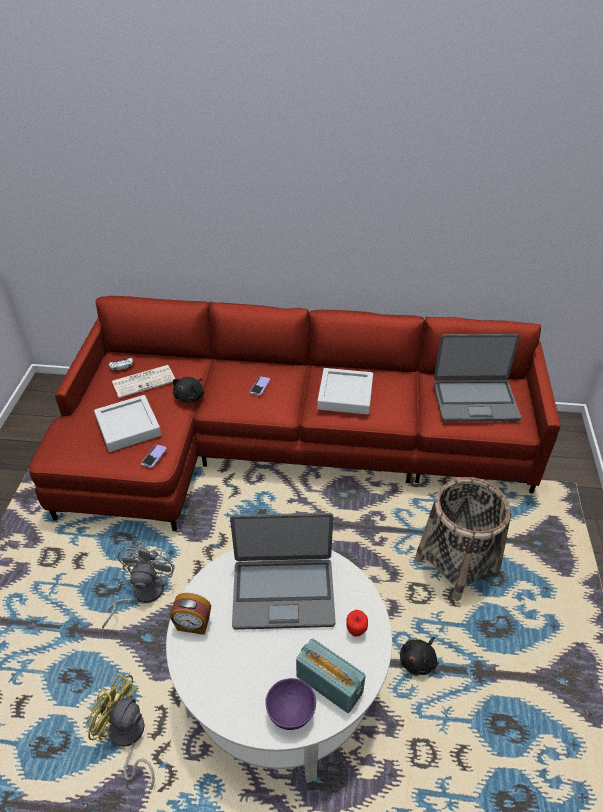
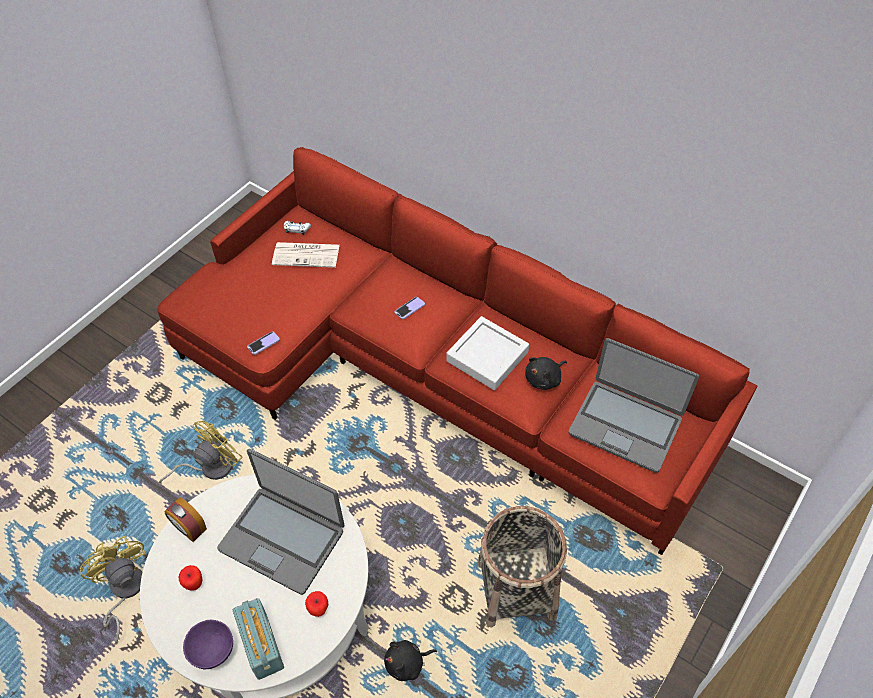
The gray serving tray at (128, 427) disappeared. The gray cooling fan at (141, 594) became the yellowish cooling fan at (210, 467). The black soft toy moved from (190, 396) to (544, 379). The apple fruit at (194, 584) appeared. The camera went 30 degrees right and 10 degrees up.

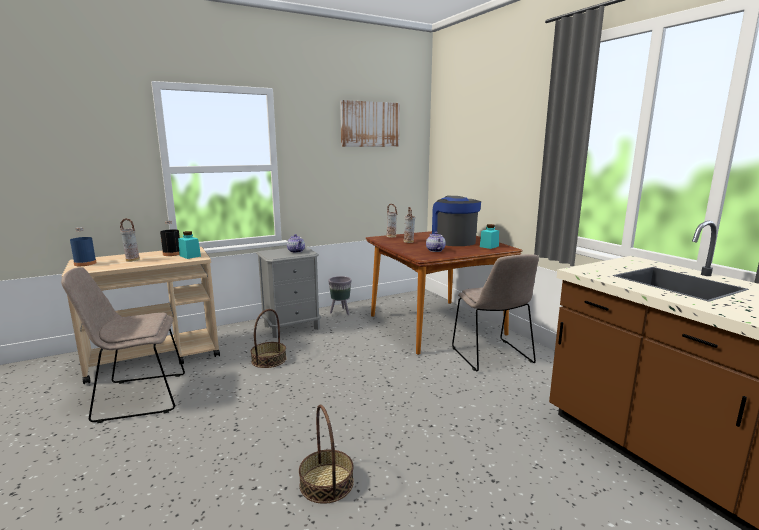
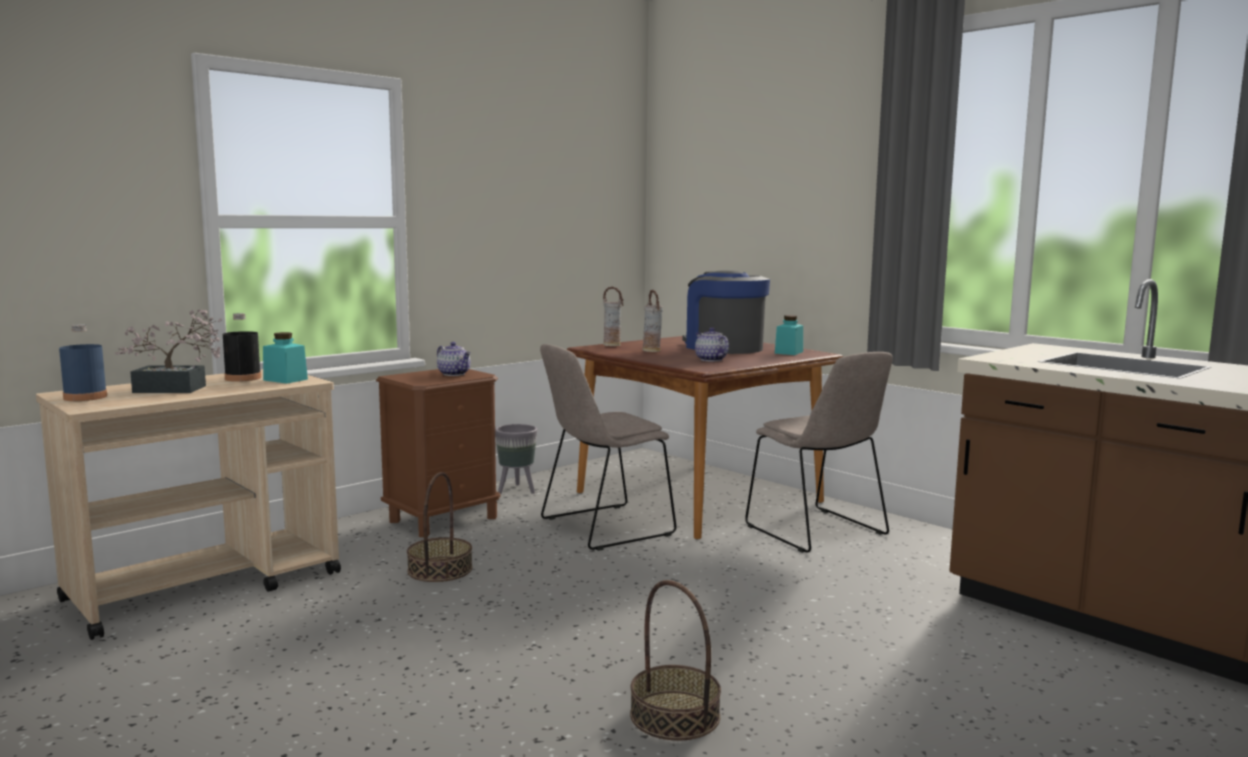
The beige-coloured upright chair moved from (137, 397) to (602, 528). The flower vase at (132, 260) was replaced by the plant in a pot at (177, 389). The gray bedside table at (292, 327) became the brown bedside table at (444, 519). The picture at (370, 124) disappeared. The camera went 15 degrees left and 5 degrees down.

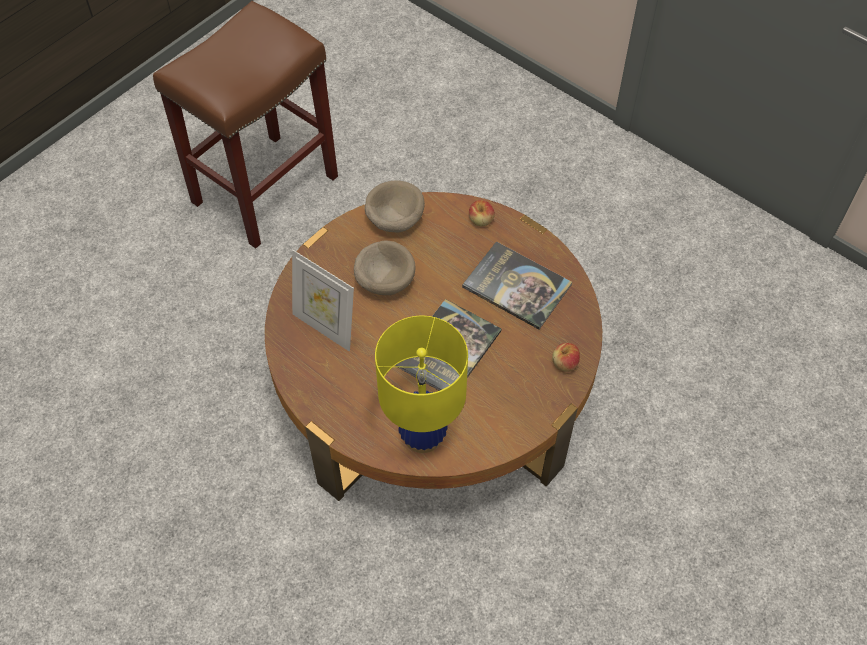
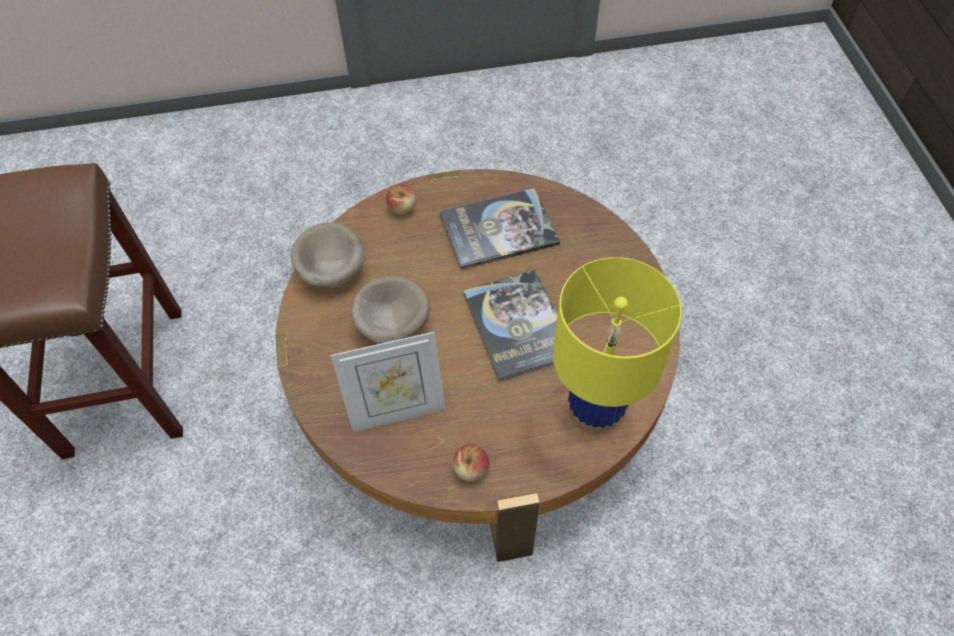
The apple fruit moved from (565, 363) to (471, 469). The camera went 50 degrees left and 0 degrees up.

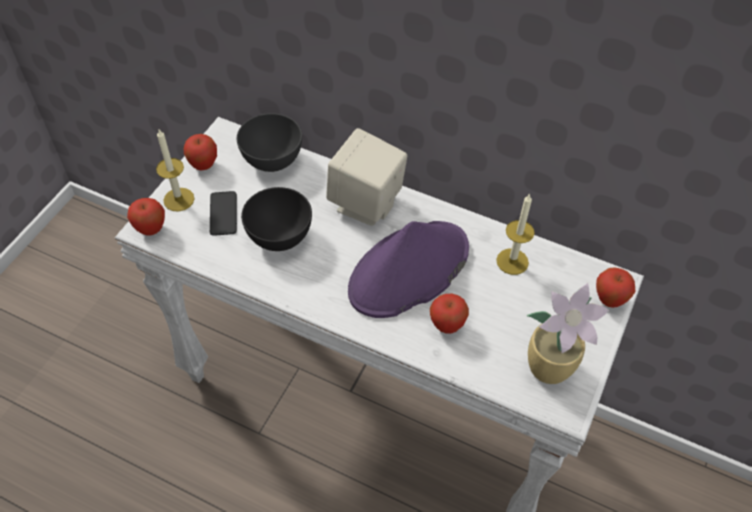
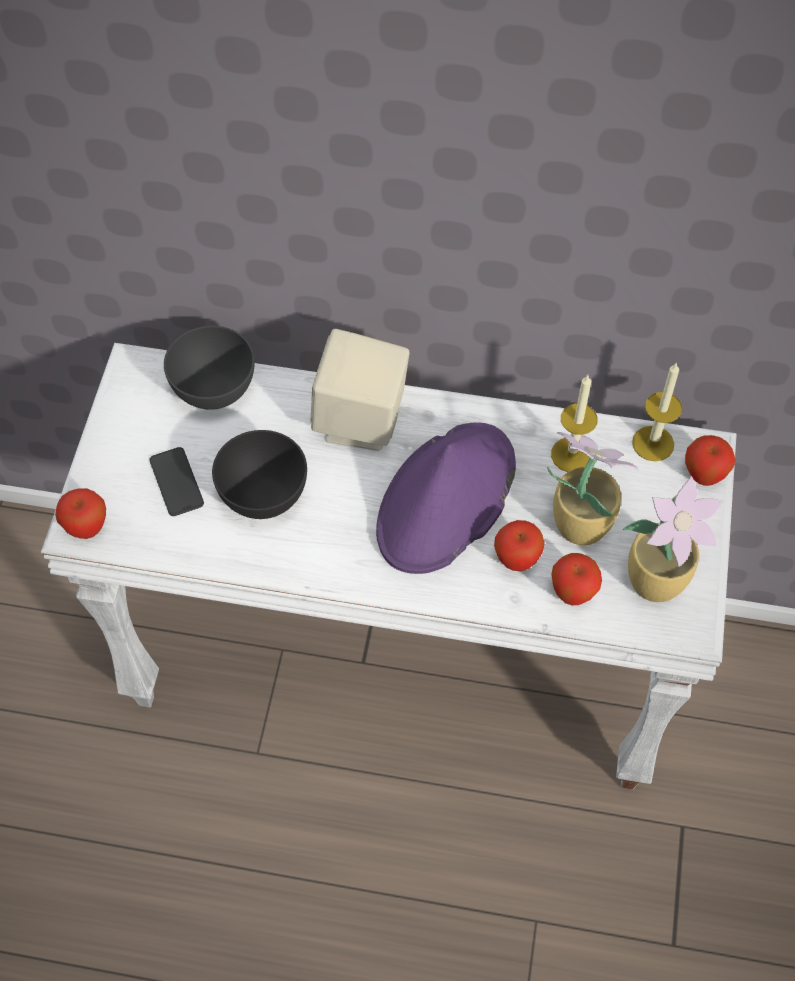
The wax light moved from (179, 199) to (653, 443). The apple fruit moved from (204, 165) to (572, 593). The plant in a pot at (579, 522) appeared. The camera went 15 degrees left and 5 degrees up.

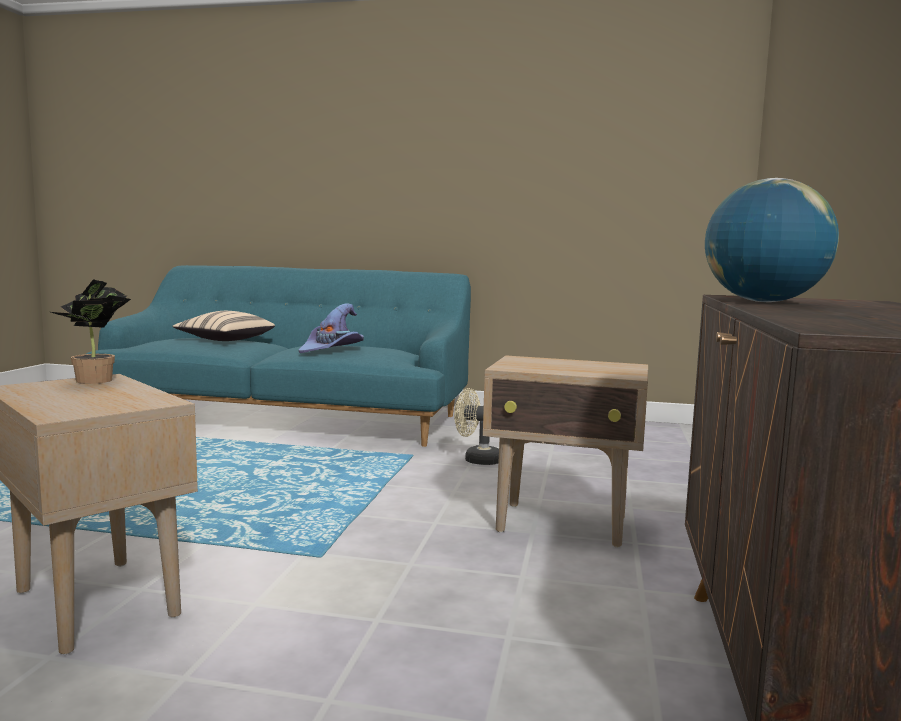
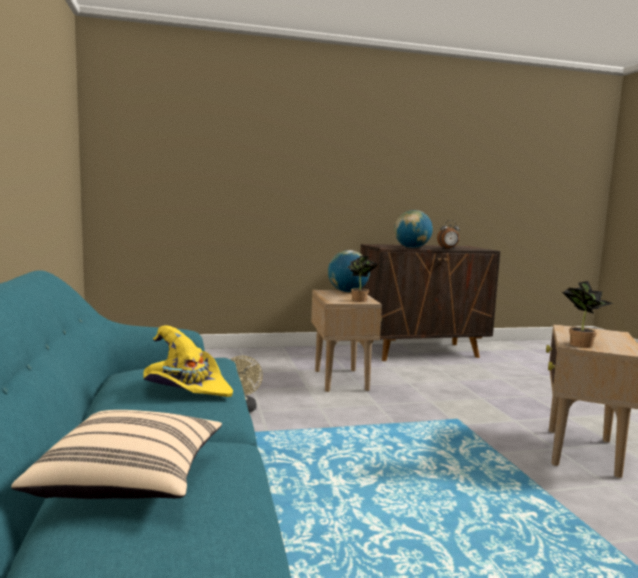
The purplish hat at (332, 349) became the yellowish hat at (187, 388). The world globe at (347, 292) appeared. The plant in a pot at (361, 301) appeared. The table clock at (448, 248) appeared. The camera went 115 degrees left and 0 degrees up.

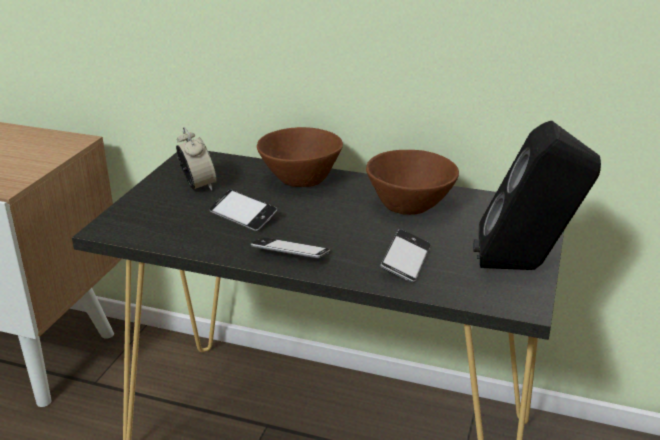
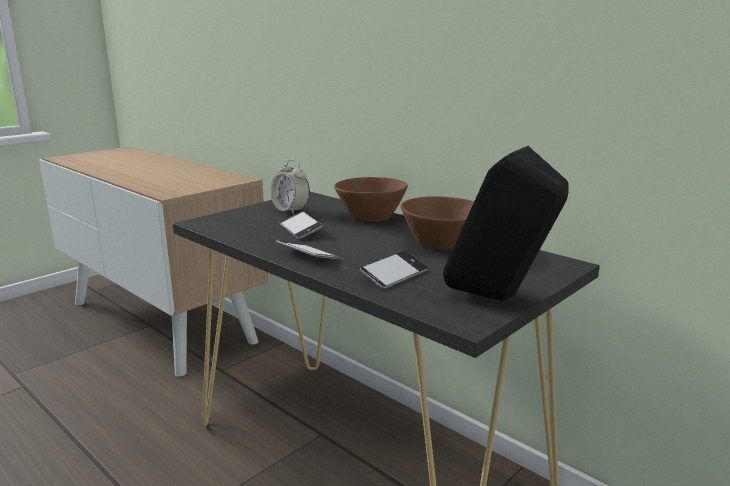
The table clock at (198, 186) turned 135 degrees clockwise. The camera went 25 degrees right and 10 degrees down.

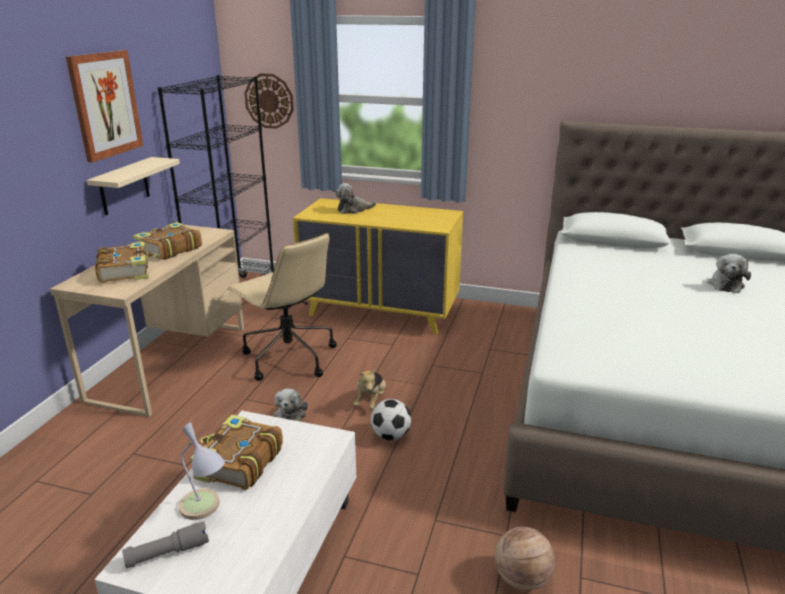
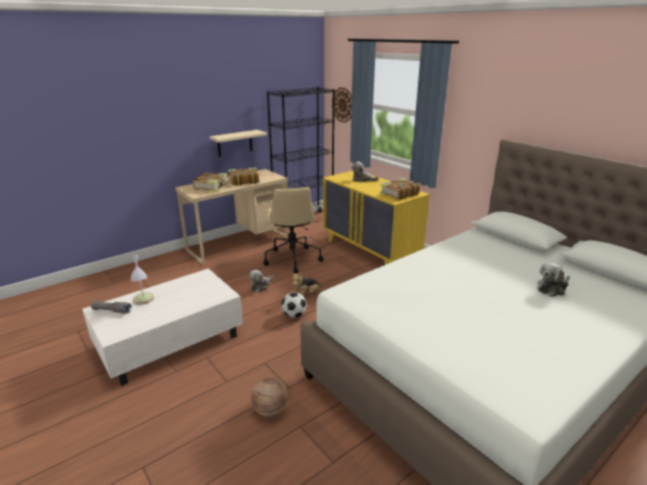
The picture at (105, 104) disappeared. The volume moved from (238, 463) to (398, 194). The camera went 35 degrees right and 0 degrees up.

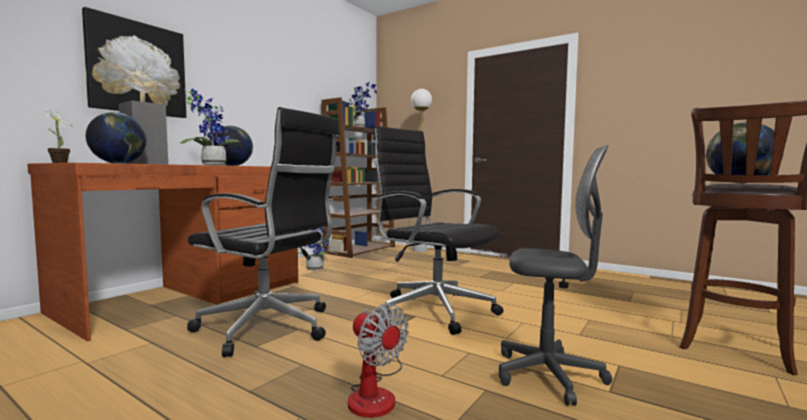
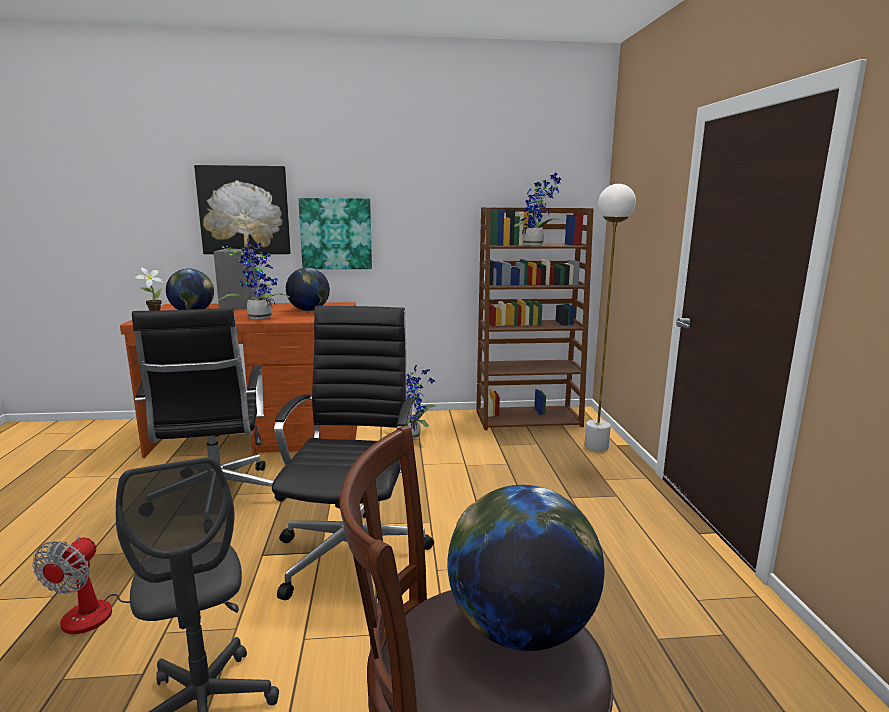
The picture at (336, 234) appeared. The camera went 50 degrees right and 10 degrees up.

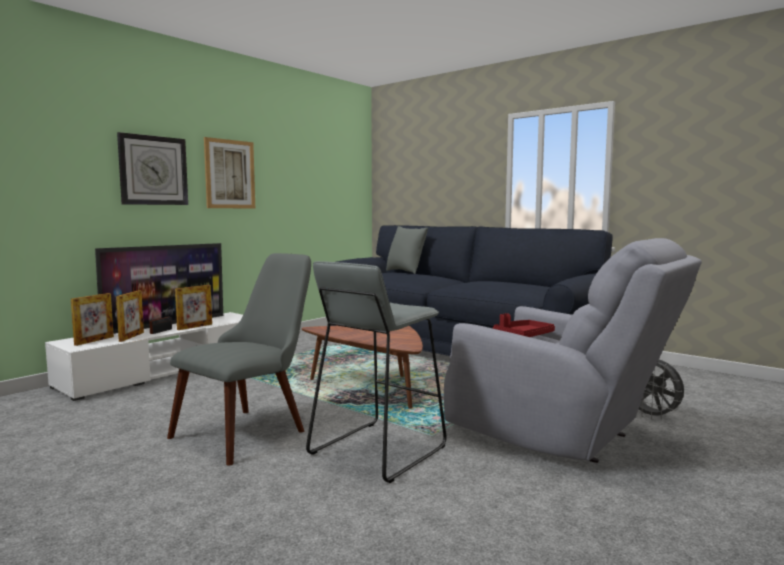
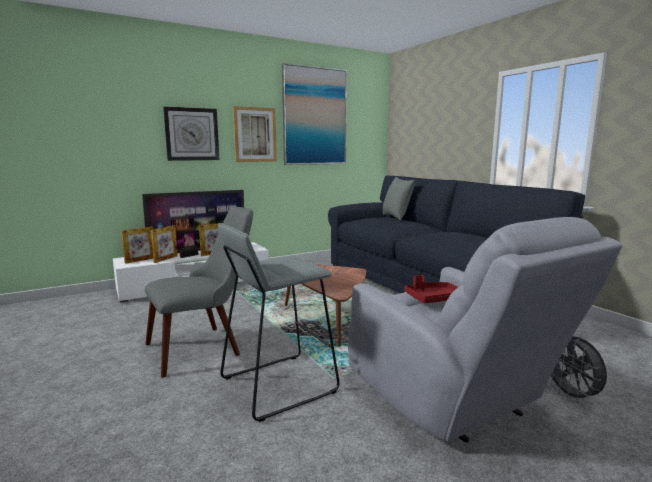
The picture at (315, 116) appeared. The camera went 20 degrees right and 5 degrees up.

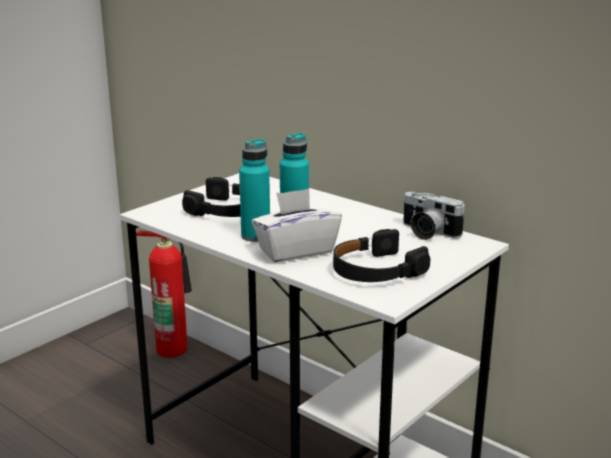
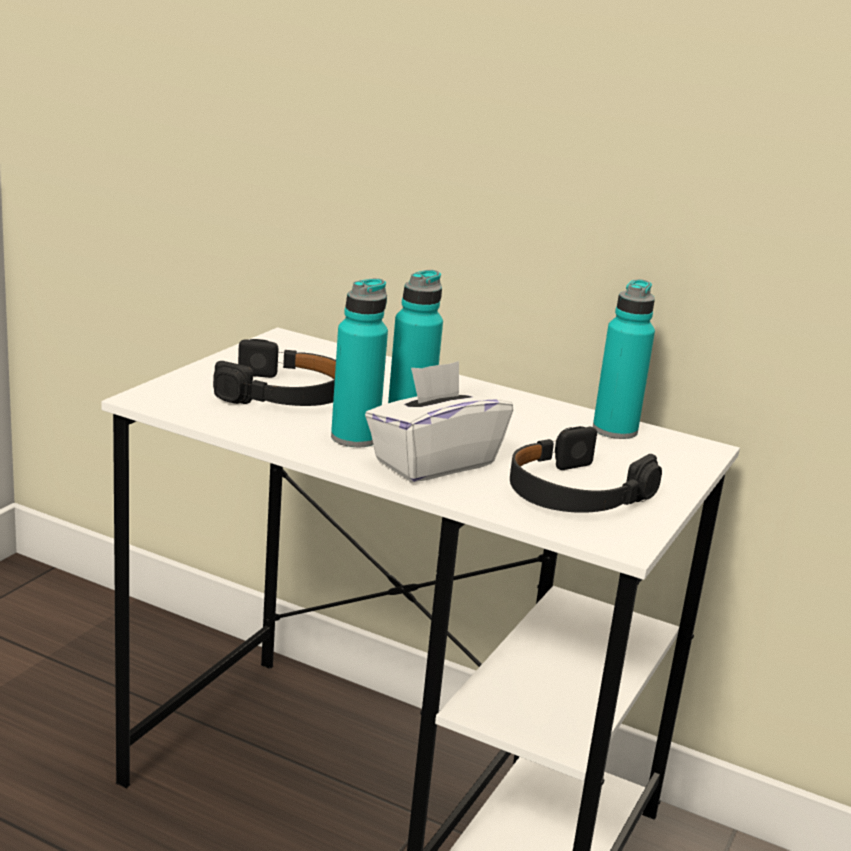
The fire extinguisher at (171, 347) disappeared. The photo camera at (427, 232) was replaced by the turquoise drink bottle at (615, 430). The camera went 15 degrees left and 0 degrees up.

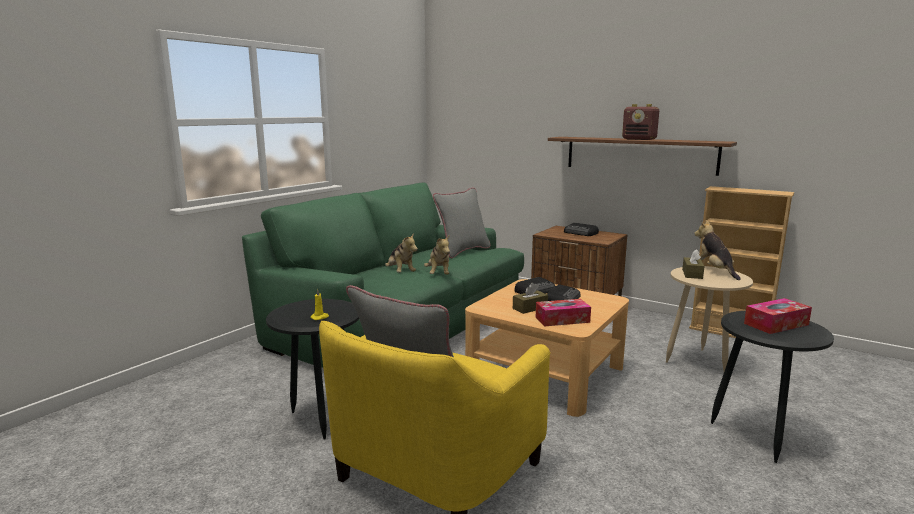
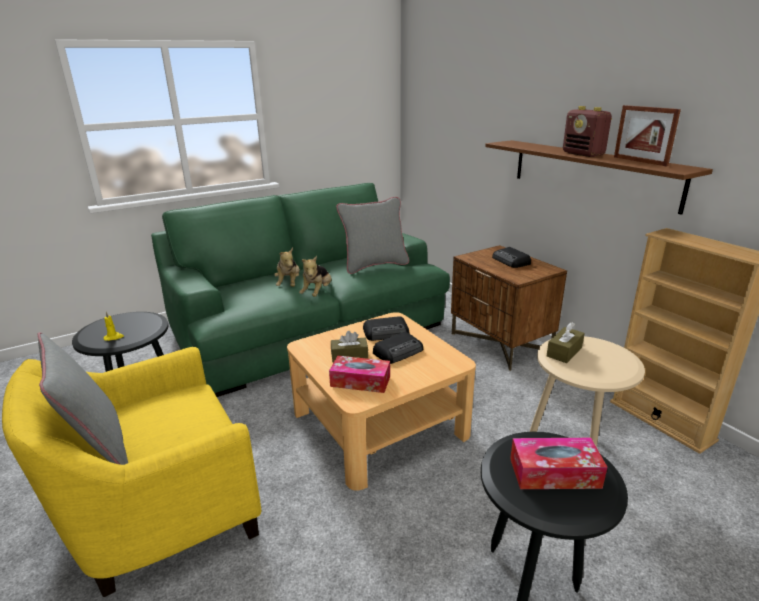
The soft toy at (715, 270) disappeared. The picture frame at (639, 161) appeared. The camera went 25 degrees right and 10 degrees up.

